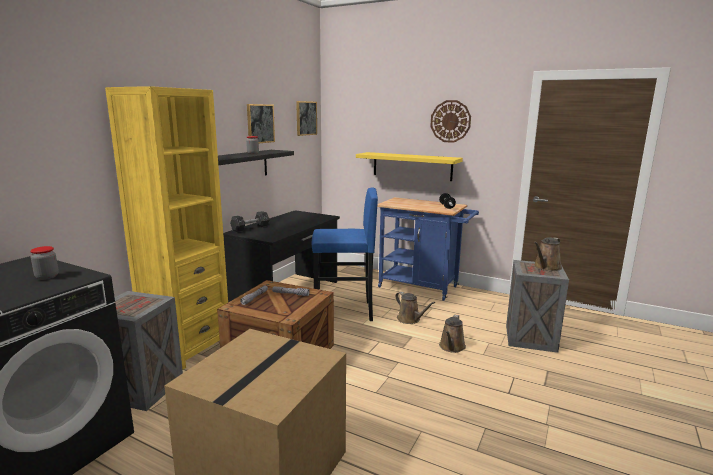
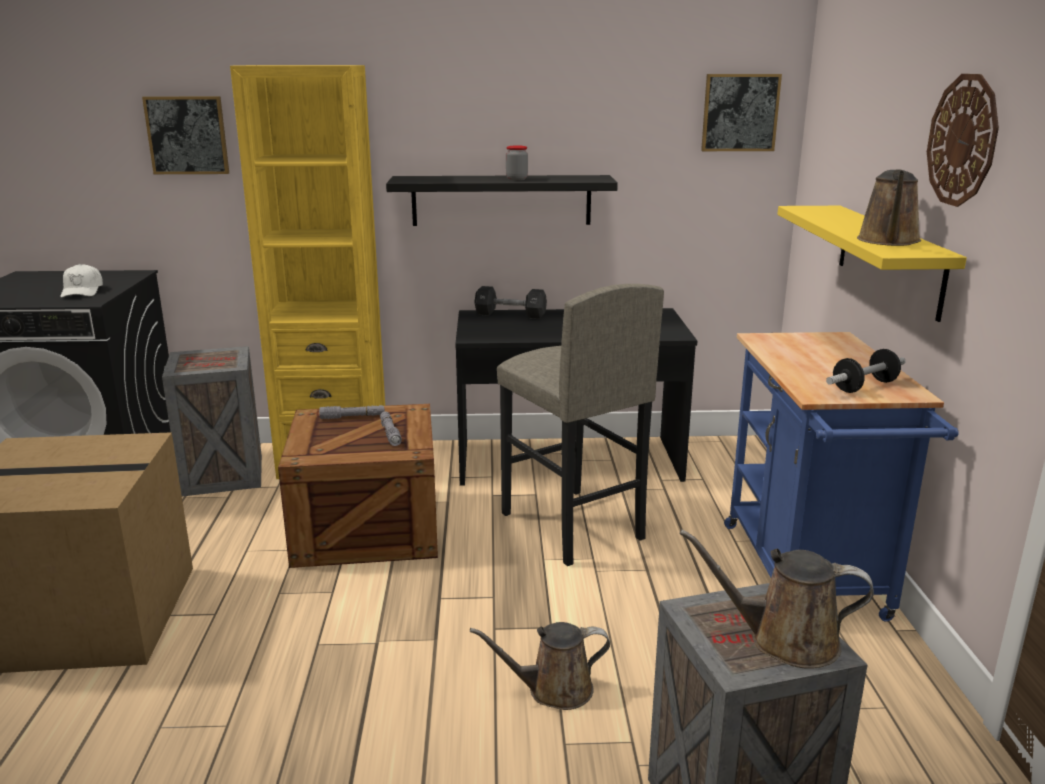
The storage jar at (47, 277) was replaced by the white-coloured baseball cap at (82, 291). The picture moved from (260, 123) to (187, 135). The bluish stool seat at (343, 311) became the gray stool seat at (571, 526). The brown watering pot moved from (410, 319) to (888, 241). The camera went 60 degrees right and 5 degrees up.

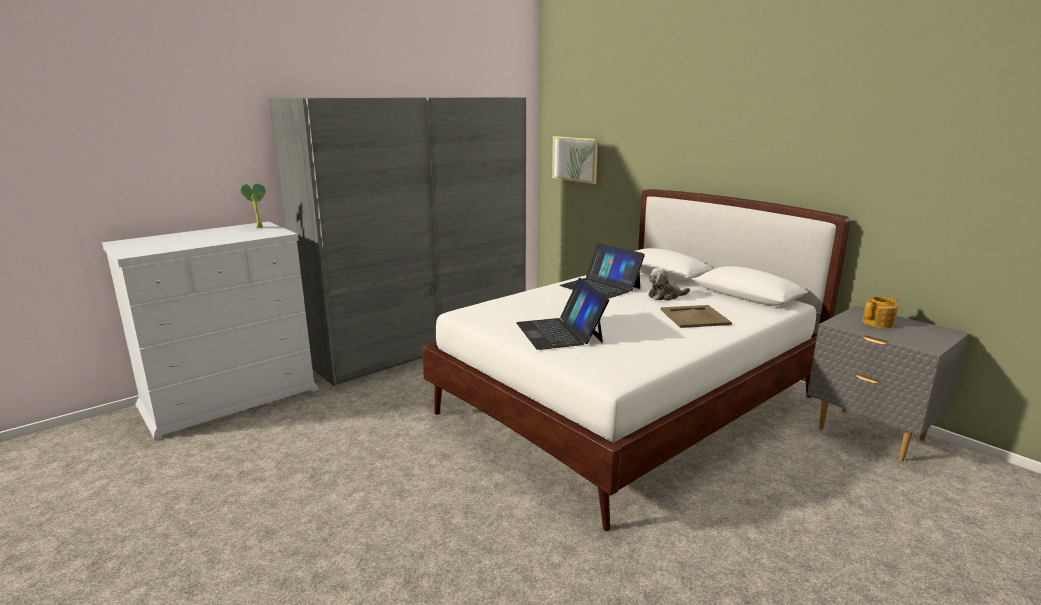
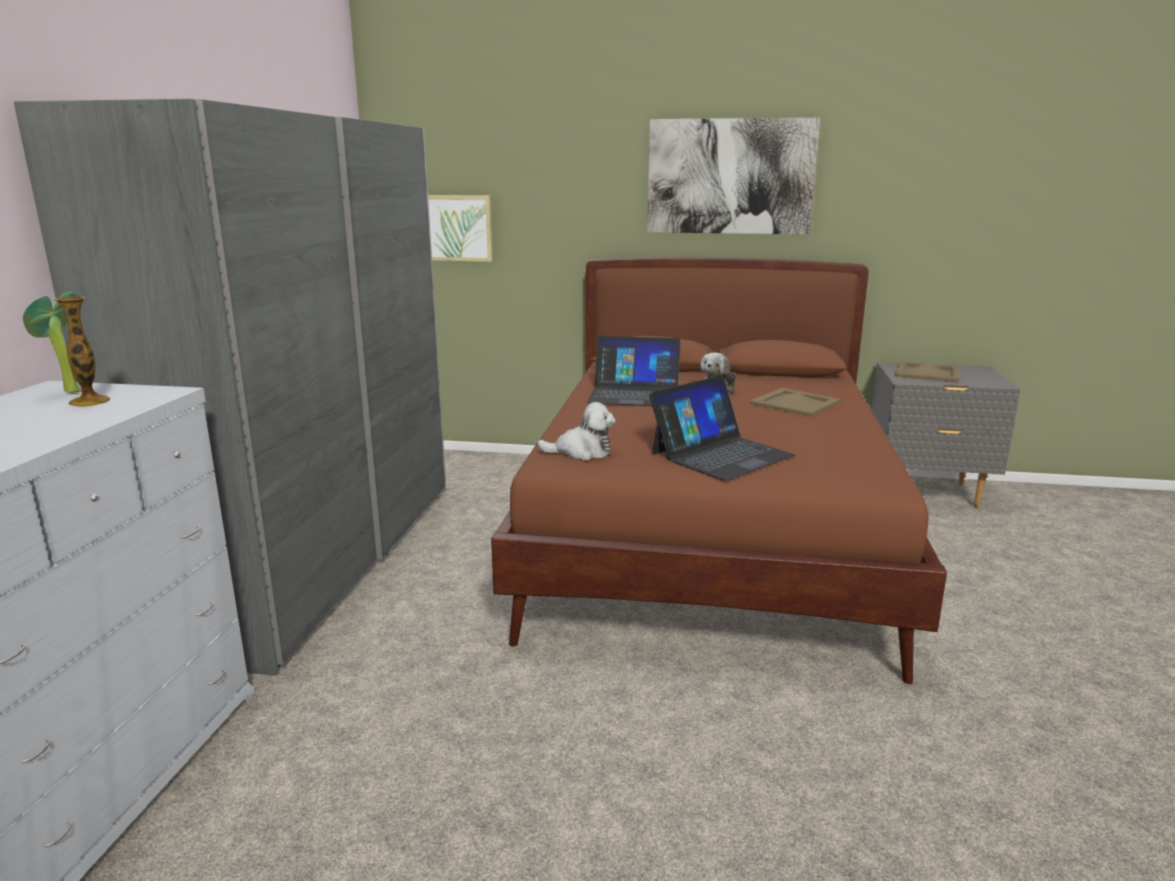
The white-coloured bed at (628, 405) became the brown bed at (710, 542). The laptop at (559, 332) turned 75 degrees counterclockwise. The pot for tea at (878, 323) was replaced by the beige-coloured serving tray at (927, 373). The flower vase at (89, 401) appeared. The soft toy at (581, 452) appeared. The picture at (730, 177) appeared. The camera went 40 degrees left and 0 degrees up.

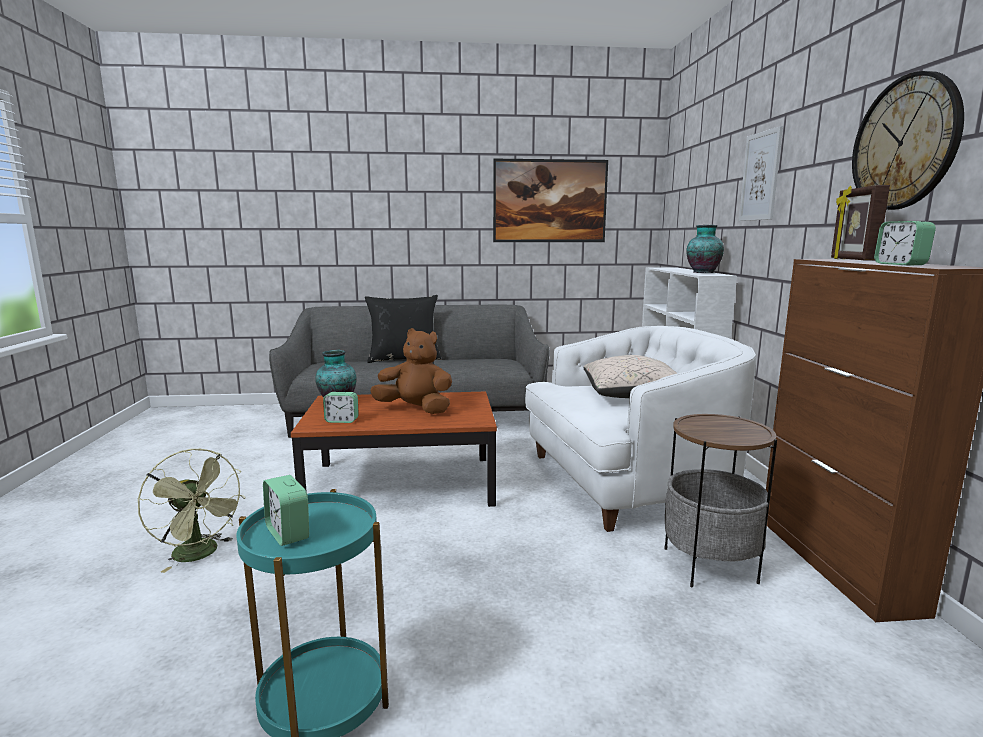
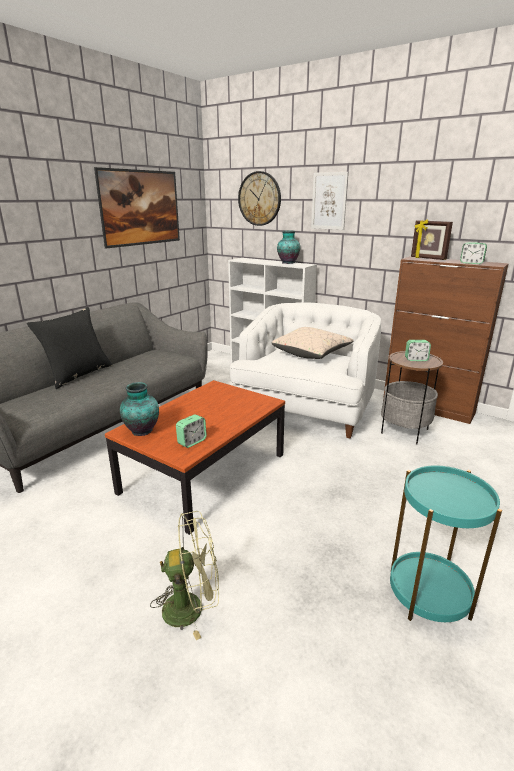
The table clock moved from (288, 533) to (416, 359). The brown soft toy at (416, 409) disappeared. The clock on the wall moved from (905, 143) to (259, 199). The camera went 50 degrees left and 10 degrees up.

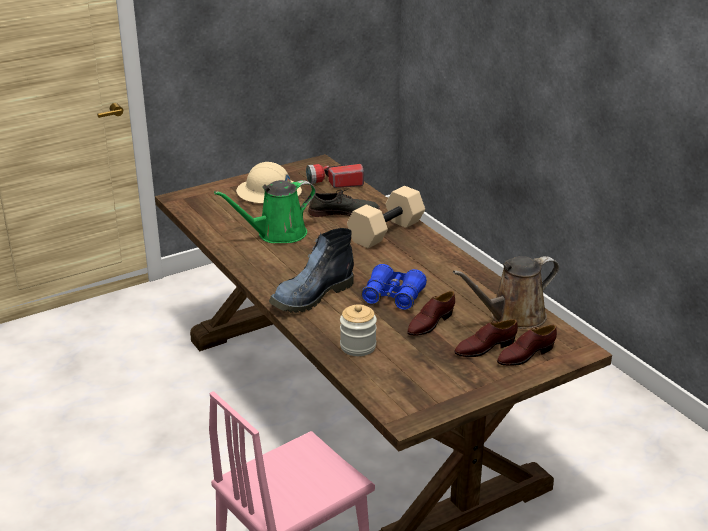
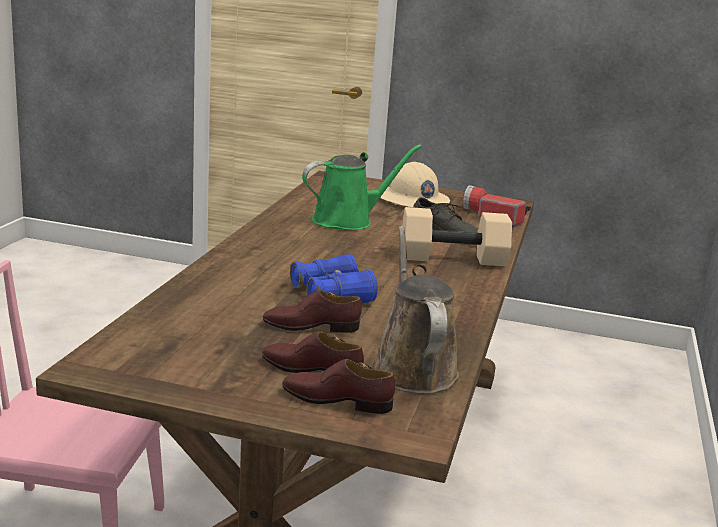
The green-coloured watering pot at (277, 234) turned 135 degrees clockwise. The boot at (311, 297) disappeared. The storage jar at (358, 346) disappeared. The brown watering pot at (512, 316) turned 60 degrees clockwise. The camera went 45 degrees right and 10 degrees down.

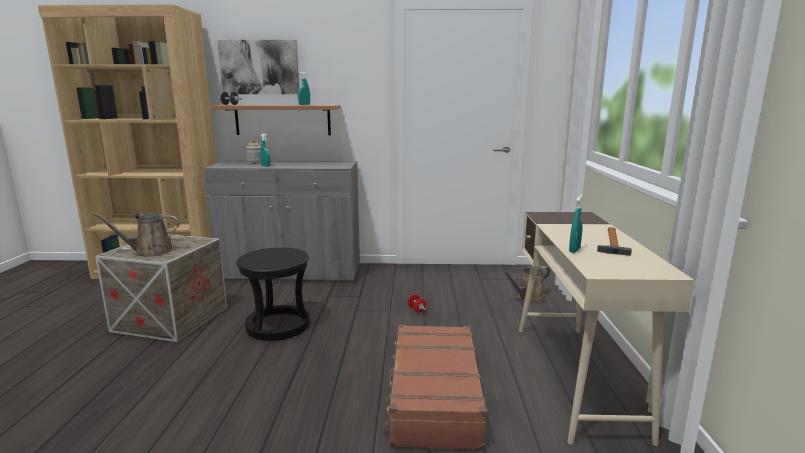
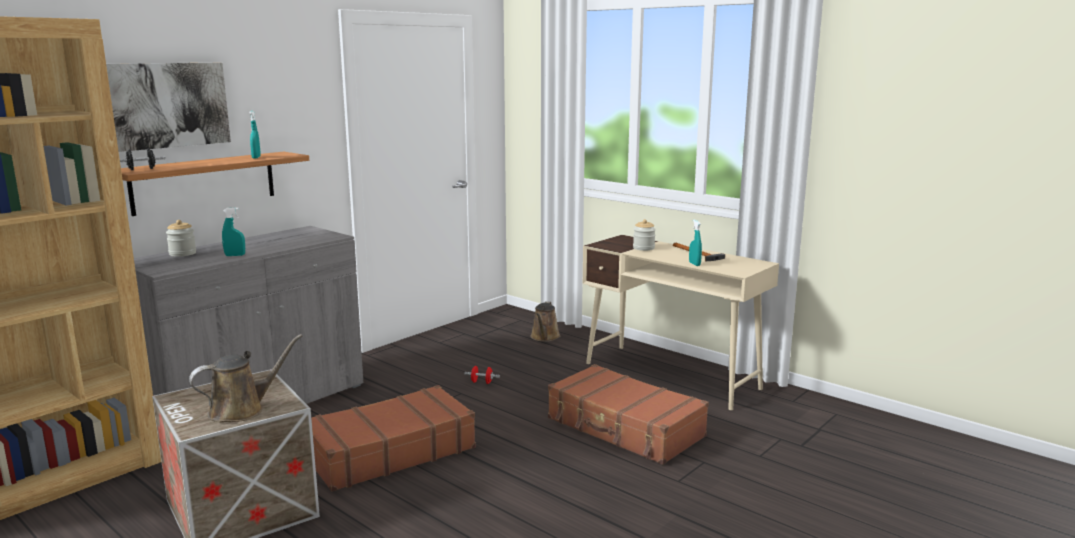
The brown watering pot at (150, 252) turned 150 degrees counterclockwise. The black stool seat at (277, 325) was replaced by the brown travel case at (389, 452). The storage jar at (643, 248) appeared. The camera went 50 degrees left and 0 degrees up.

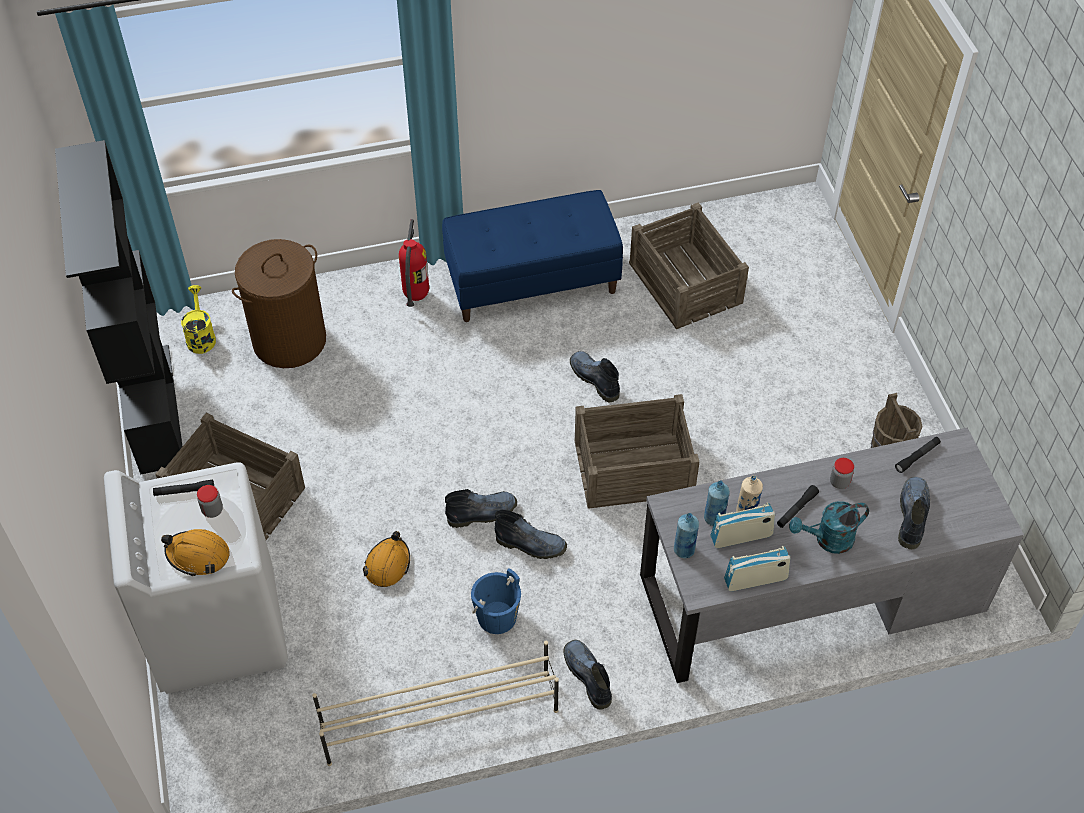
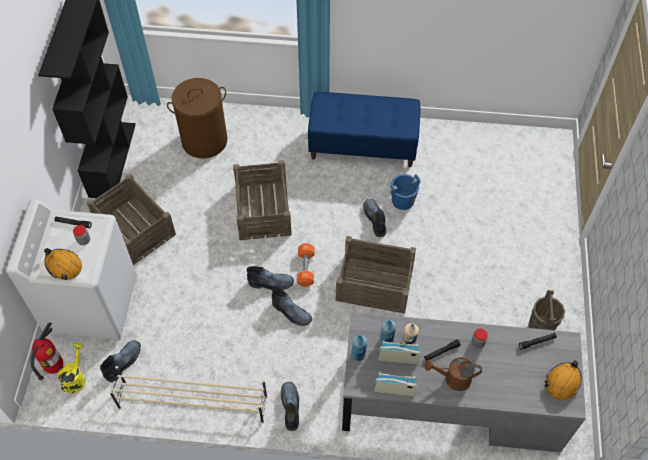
The yellowish watering pot moved from (200, 336) to (76, 378). The orange-coloured safety helmet moved from (387, 565) to (562, 382). The fire extinguisher moved from (415, 296) to (54, 367). The bluish pail moved from (497, 617) to (402, 200). The shipping crate moved from (686, 282) to (263, 209). The turquoise watering pot at (828, 540) became the brown watering pot at (452, 379). The boot moved from (912, 514) to (123, 361). The orange-coloured hand weight at (306, 268) appeared. The camera went 20 degrees right and 5 degrees up.

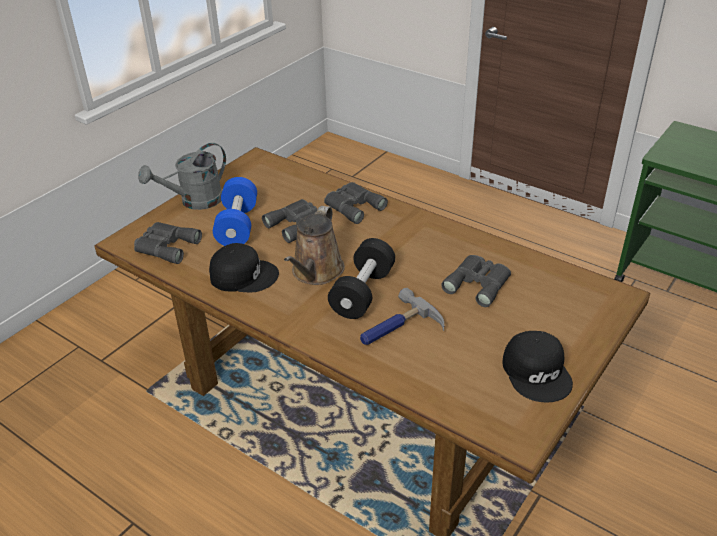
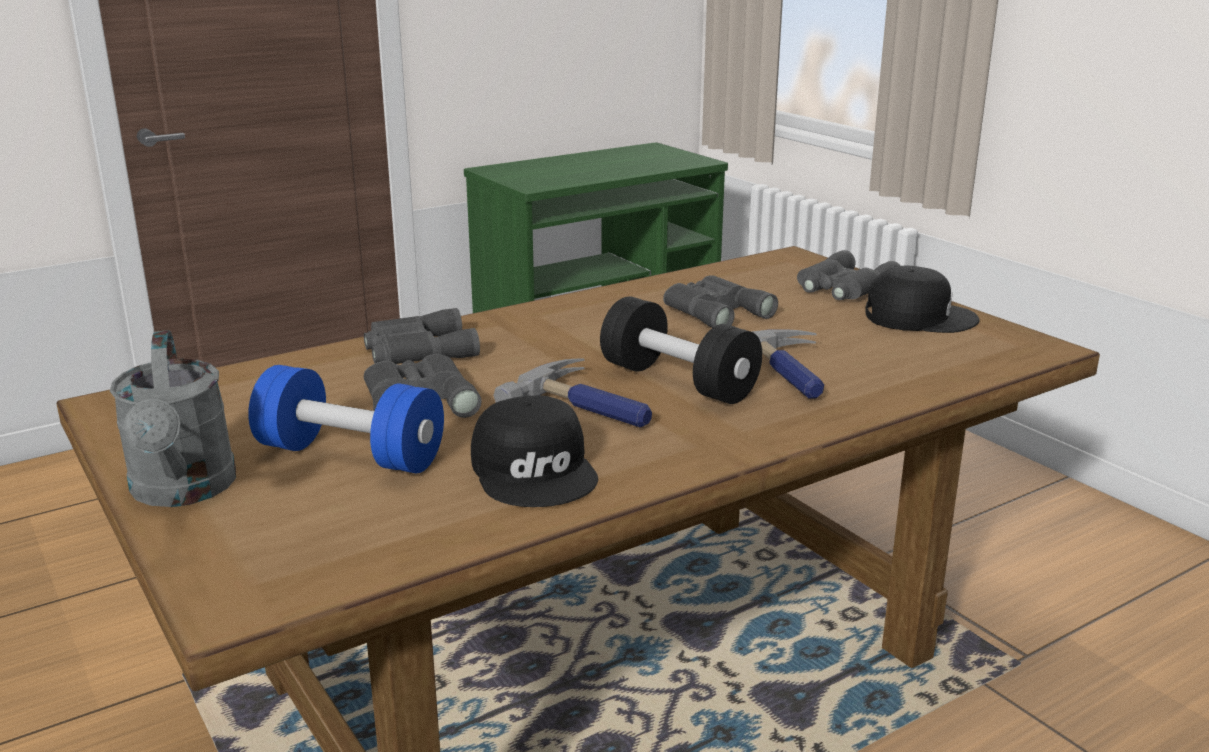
The gray binoculars moved from (166, 246) to (844, 288). The black baseball cap at (243, 275) turned 135 degrees clockwise. The brown watering pot at (316, 272) was replaced by the hand hammer at (589, 406). The camera went 70 degrees left and 15 degrees down.

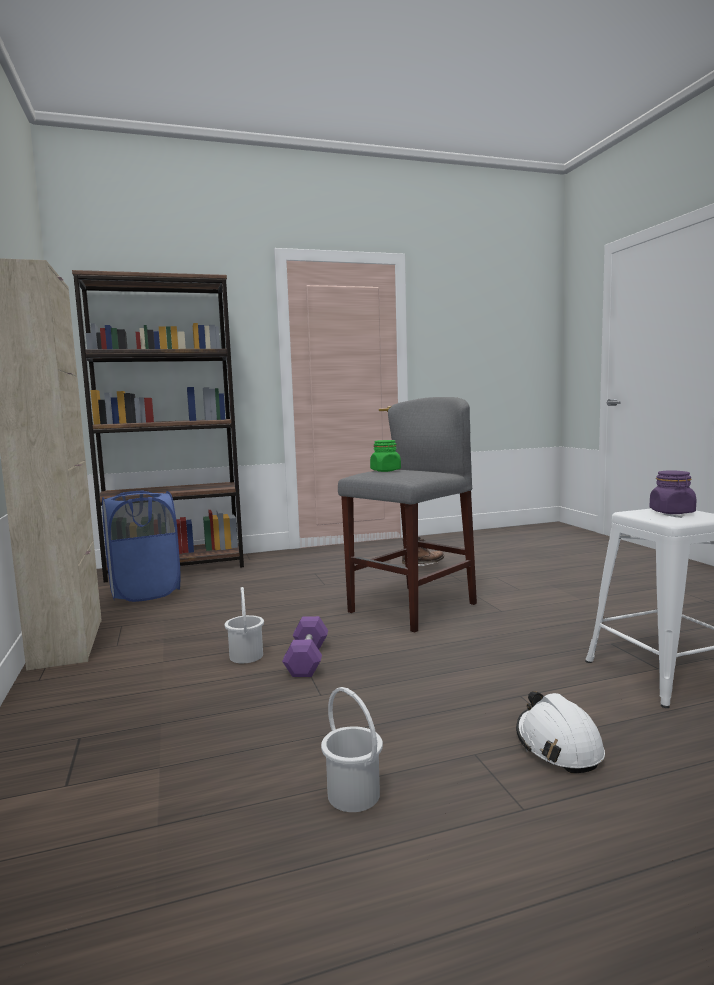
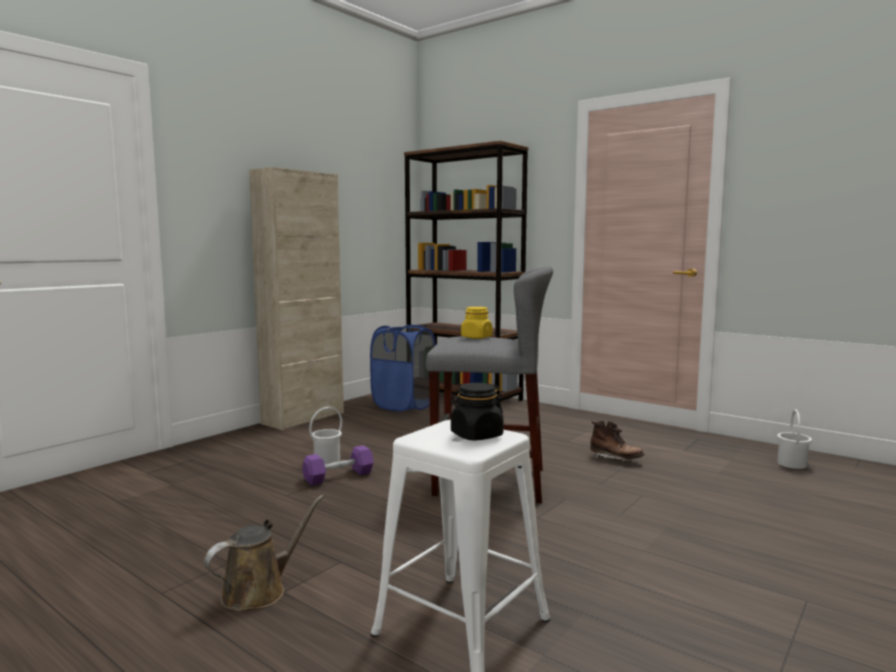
The white-coloured pail moved from (353, 795) to (791, 464). The green-coloured storage jar at (385, 470) became the yellowish storage jar at (476, 337). The white-coloured safety helmet at (558, 745) was replaced by the brown watering pot at (259, 591). The purplish storage jar at (672, 512) became the black storage jar at (476, 435). The camera went 55 degrees right and 0 degrees up.

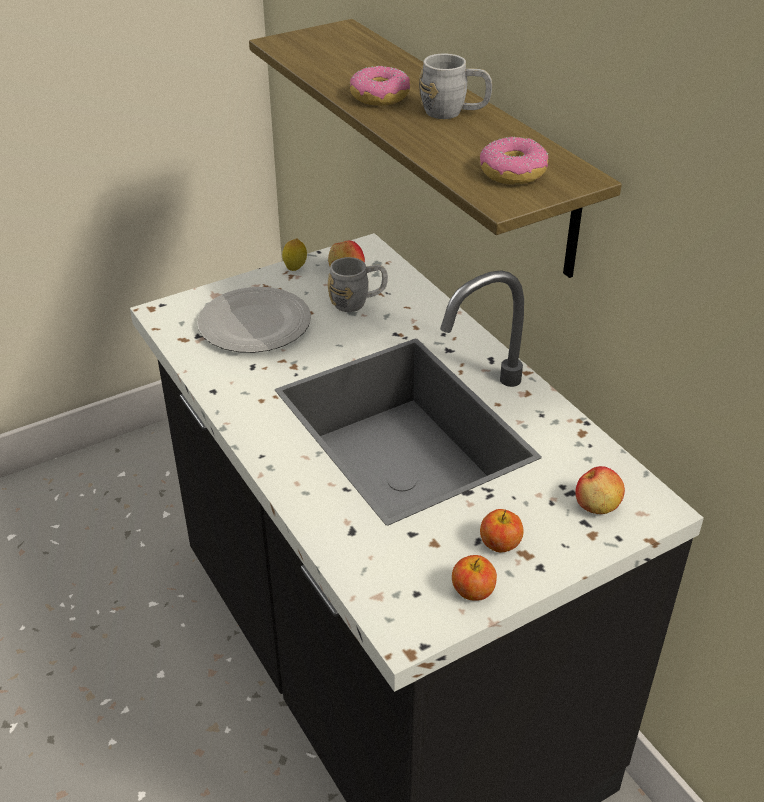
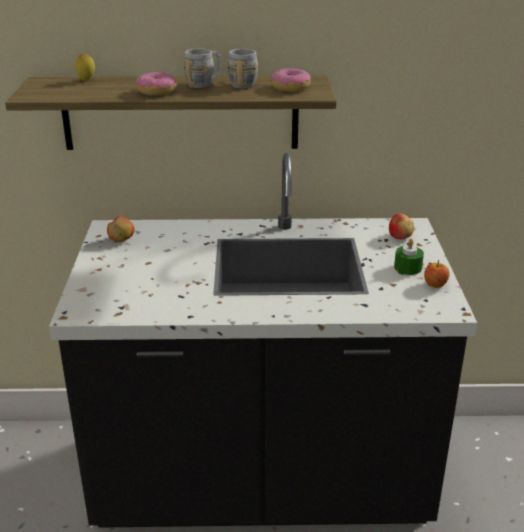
The plate at (255, 323) disappeared. The whole lemon moved from (295, 269) to (86, 80). The gray tea mug moved from (358, 302) to (244, 83). The apple fruit at (500, 544) was replaced by the green-coloured wax light at (408, 268). The camera went 60 degrees left and 10 degrees down.

